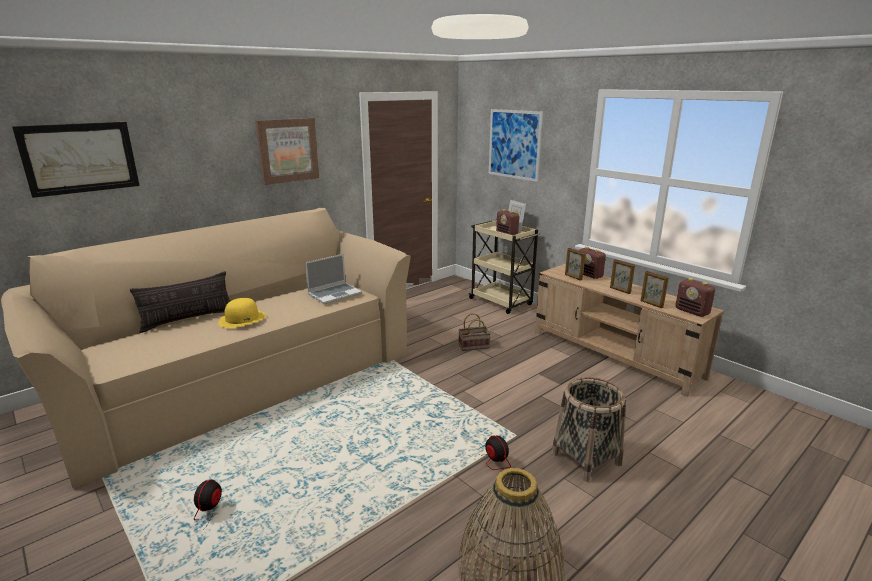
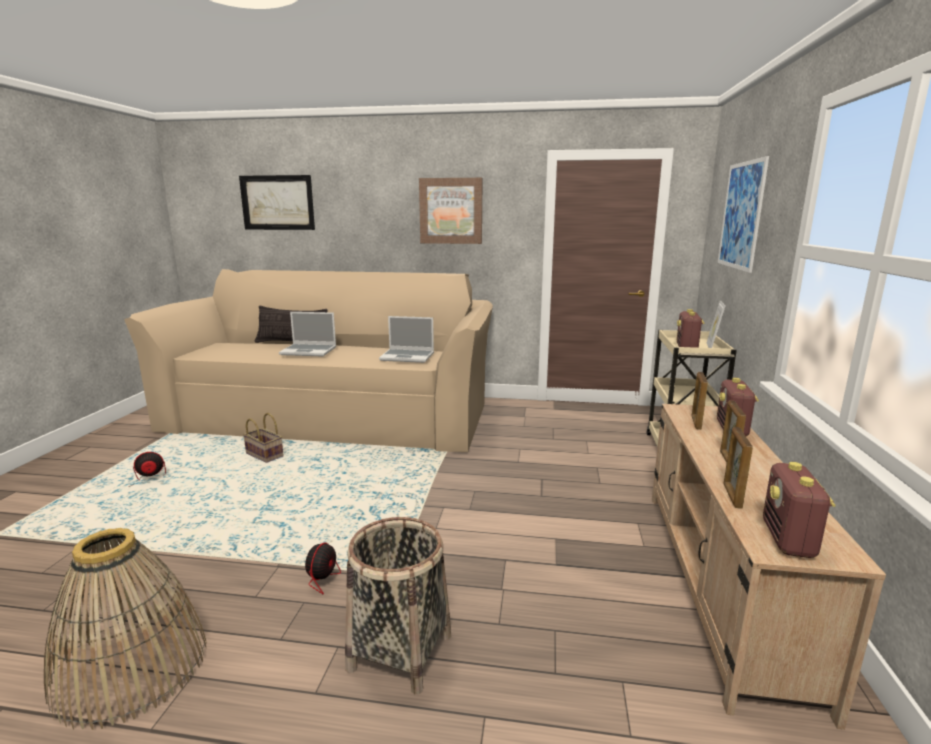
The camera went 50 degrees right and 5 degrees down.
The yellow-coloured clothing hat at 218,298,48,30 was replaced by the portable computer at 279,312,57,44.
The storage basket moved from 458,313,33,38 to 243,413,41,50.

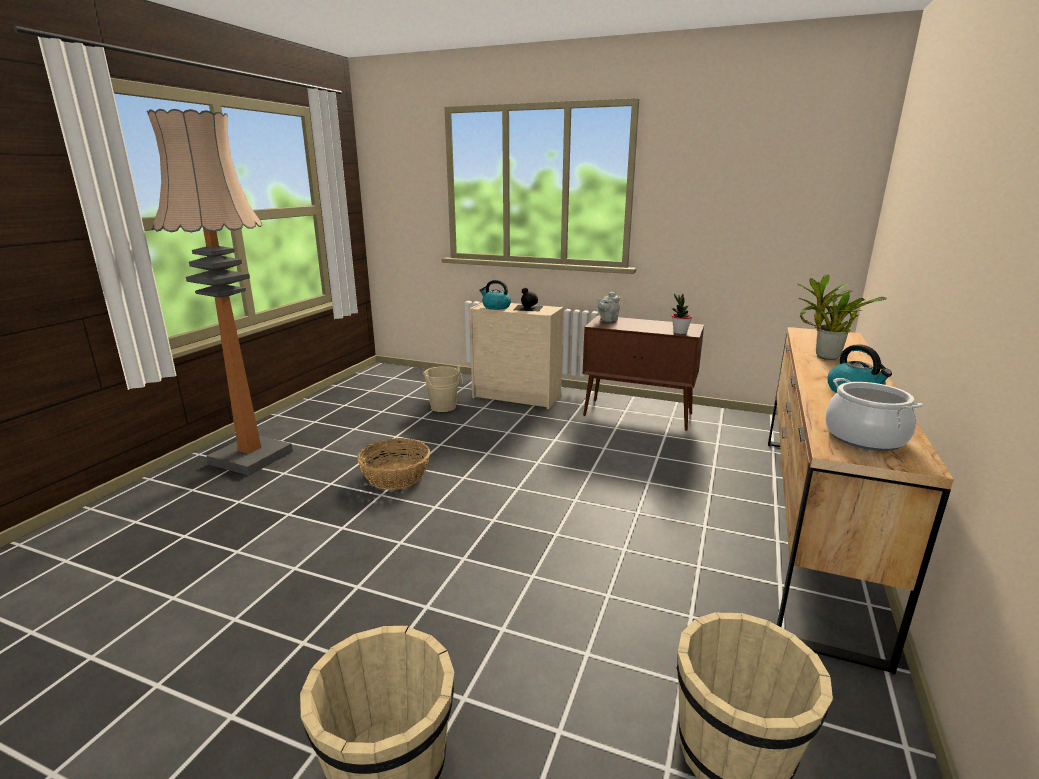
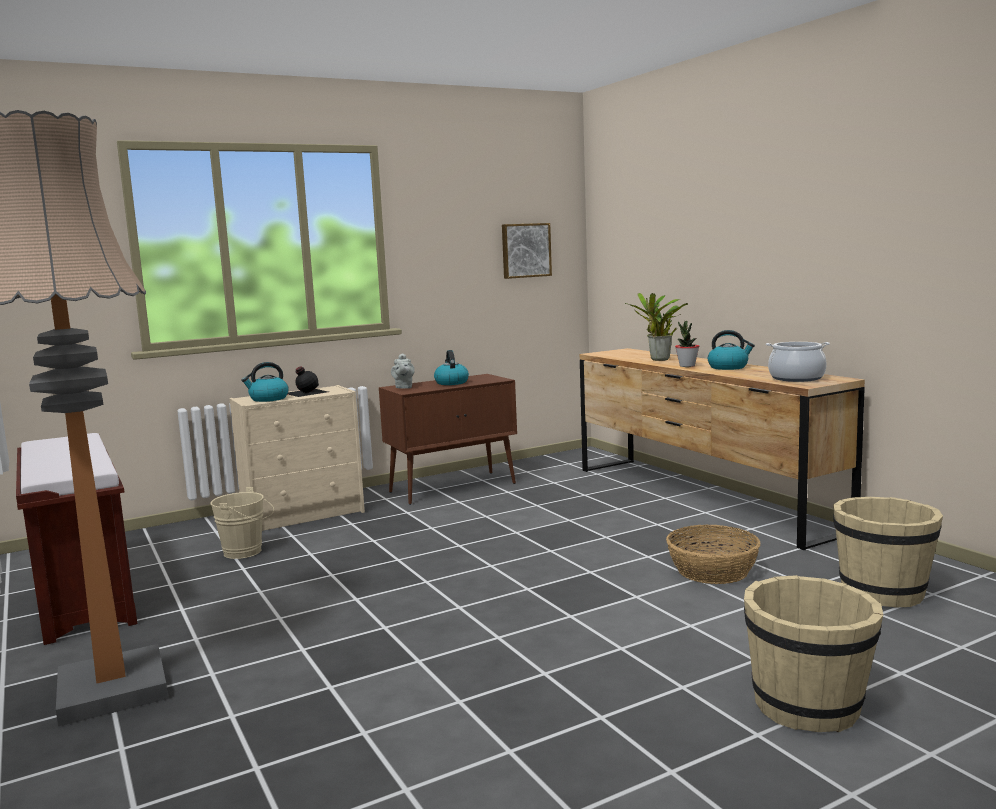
The camera went 50 degrees left and 10 degrees down.
The plant in a pot moved from 672,294,20,40 to 675,321,24,46.
The storage basket moved from 357,438,73,52 to 666,524,95,60.
The picture at 502,223,50,56 appeared.
The tea kettle at 434,350,35,35 appeared.
The brownish long seat at 16,433,121,212 appeared.

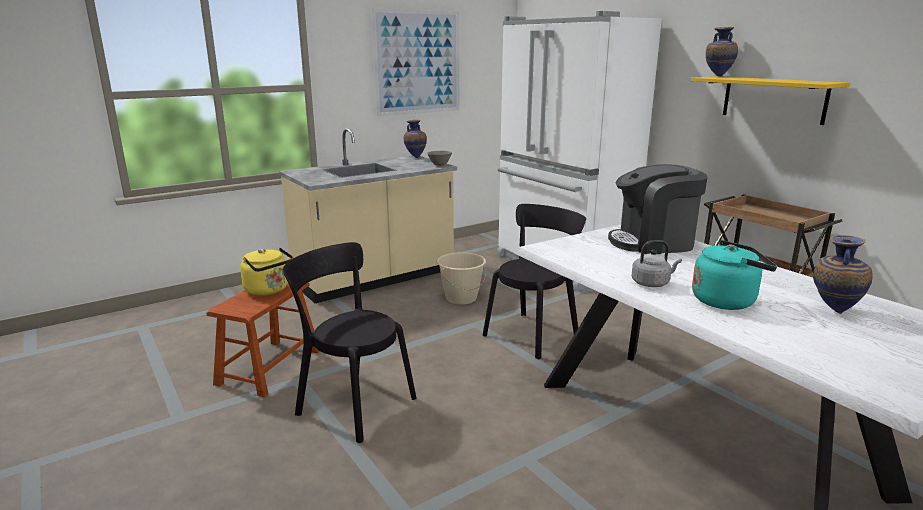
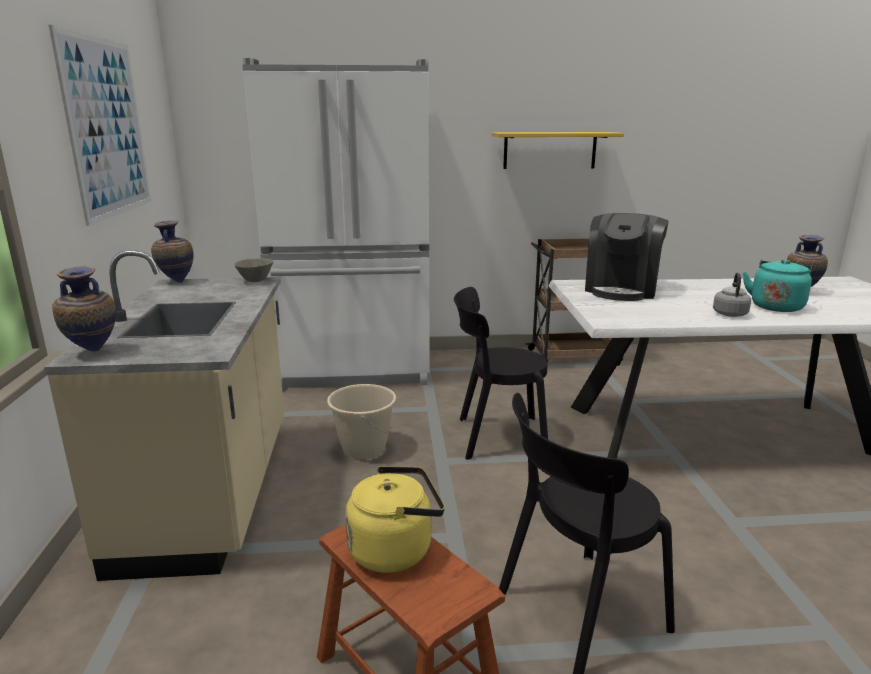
The camera went 60 degrees left and 0 degrees up.
The flower vase moved from 706,27,32,50 to 52,266,64,85.
The blackish chair at 483,204,103,155 turned 75 degrees counterclockwise.

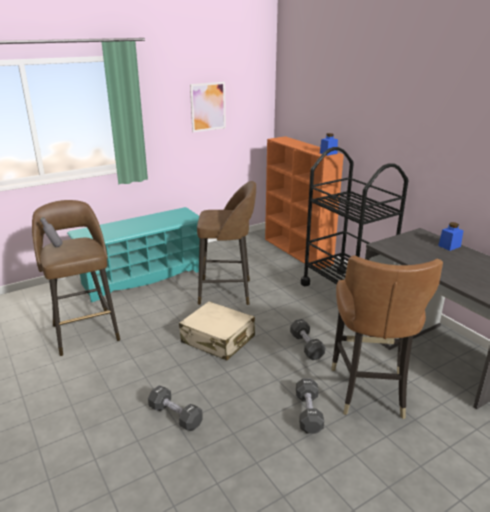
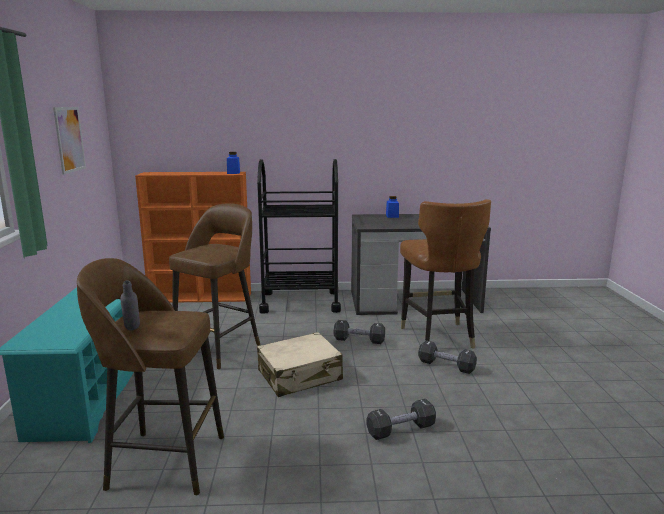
The camera went 60 degrees left and 10 degrees down.
The brownish chair at 331,256,112,163 turned 45 degrees clockwise.

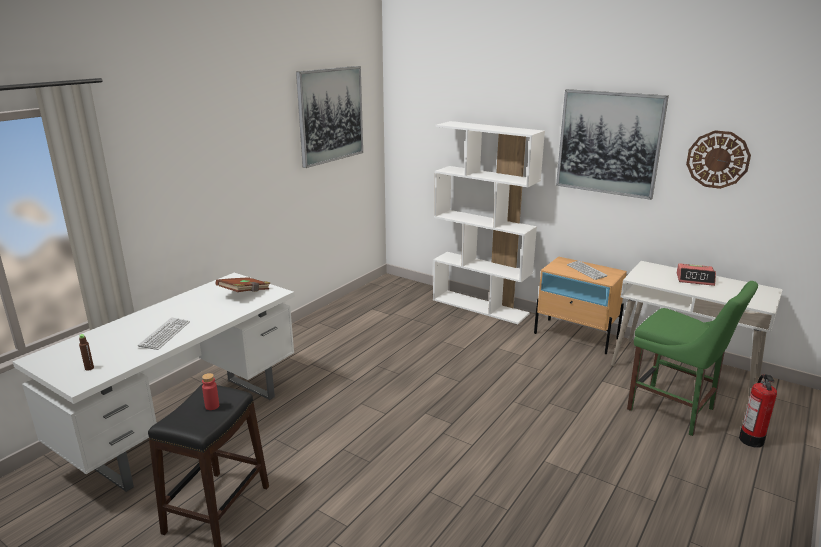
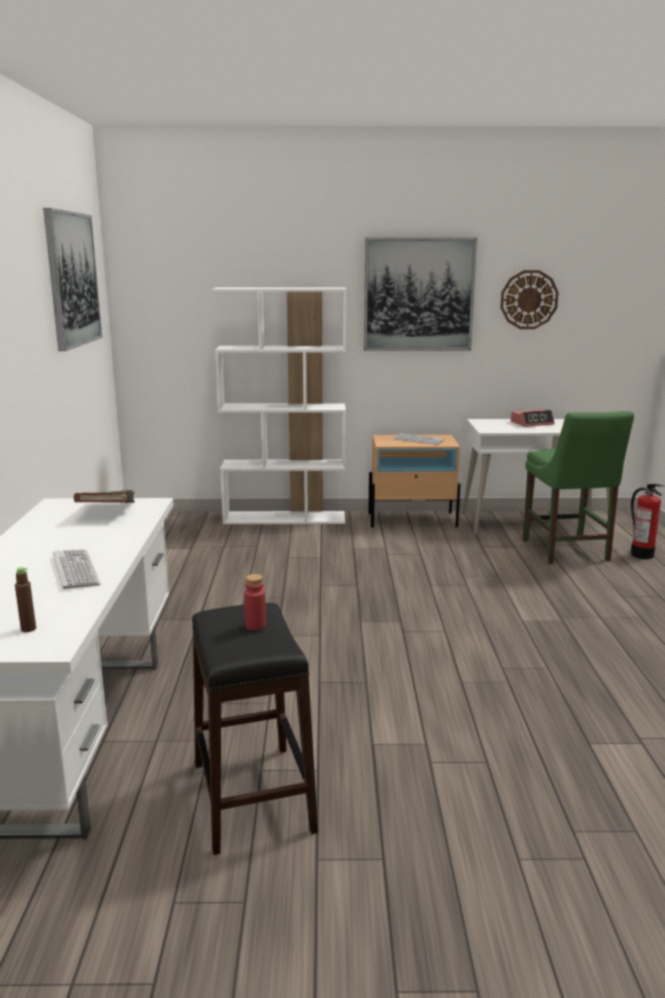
The camera went 35 degrees left and 5 degrees down.
The green chair at 627,281,131,155 turned 75 degrees clockwise.

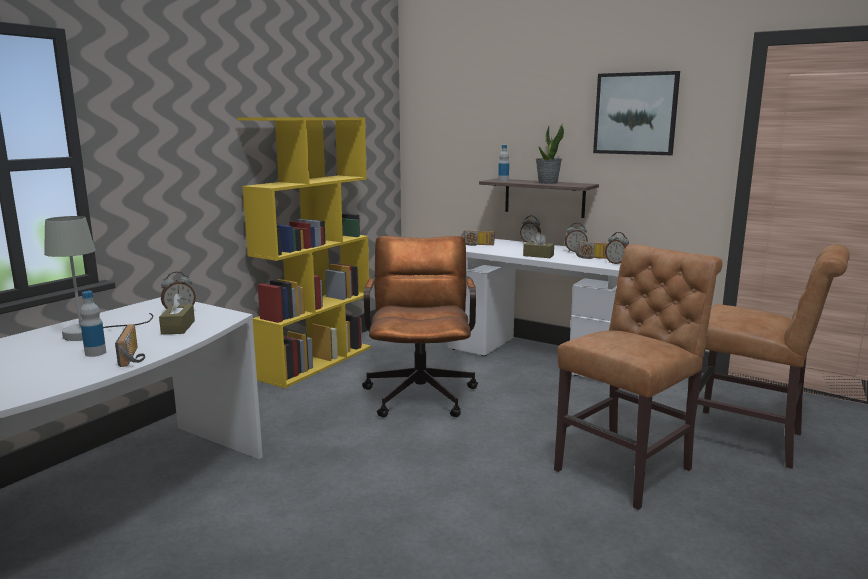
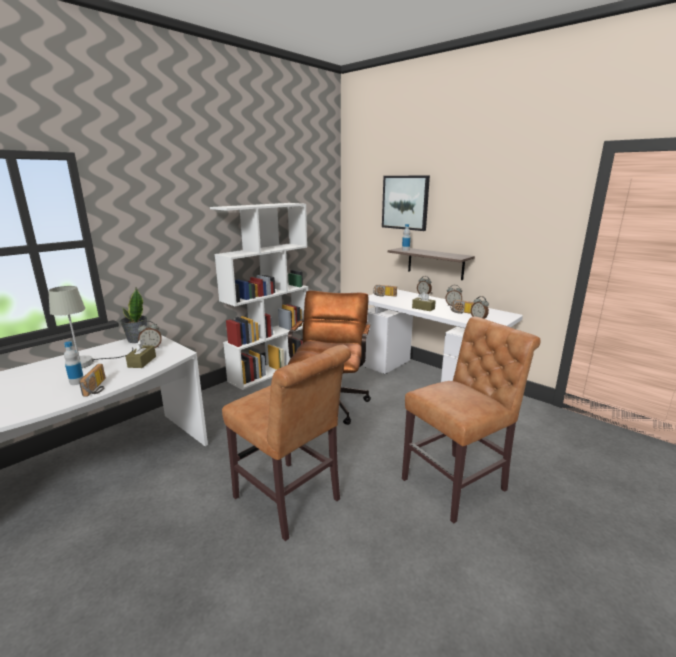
The camera went 10 degrees right and 5 degrees up.
The picture moved from 593,71,87,84 to 382,176,48,55.
The yellow-coloured bookshelf at 237,117,134,271 became the white-coloured bookshelf at 210,203,98,187.
The plant in a pot moved from 536,124,28,60 to 120,287,27,56.
The brownish chair moved from 695,244,155,225 to 222,345,129,196.

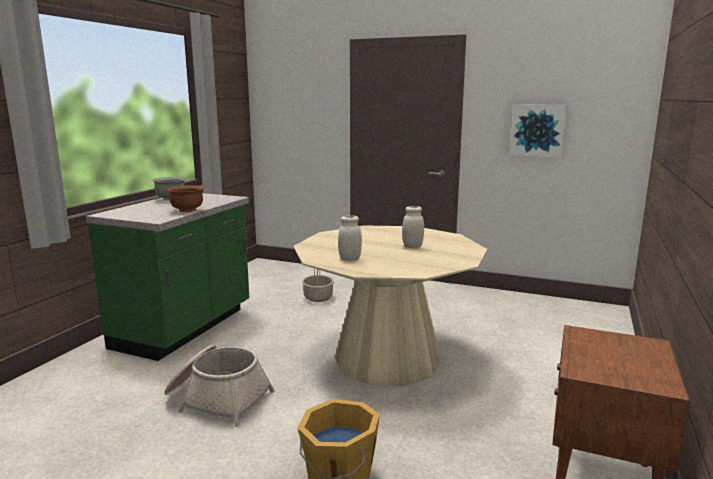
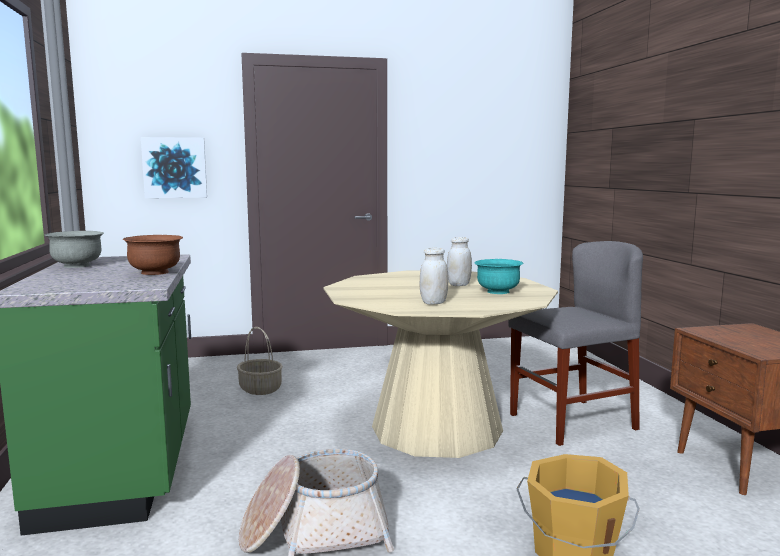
The camera went 35 degrees left and 5 degrees down.
The picture moved from 510,104,58,54 to 141,137,66,61.
The greyish chair at 508,241,135,205 appeared.
The turquoise-coloured serving bowl at 474,259,49,35 appeared.

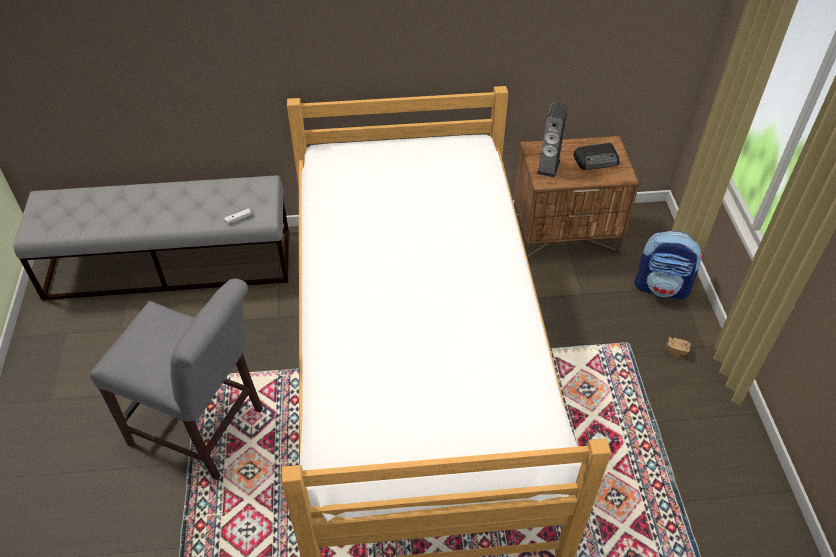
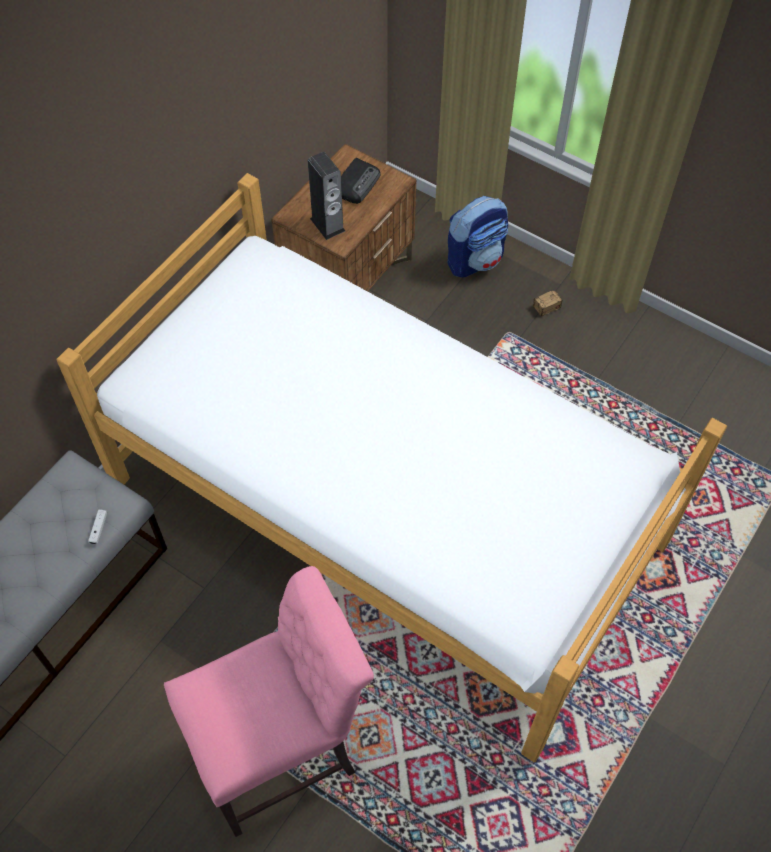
The camera went 50 degrees left and 10 degrees up.
The greyish chair at 89,279,174,202 became the pink-coloured chair at 164,566,210,271.

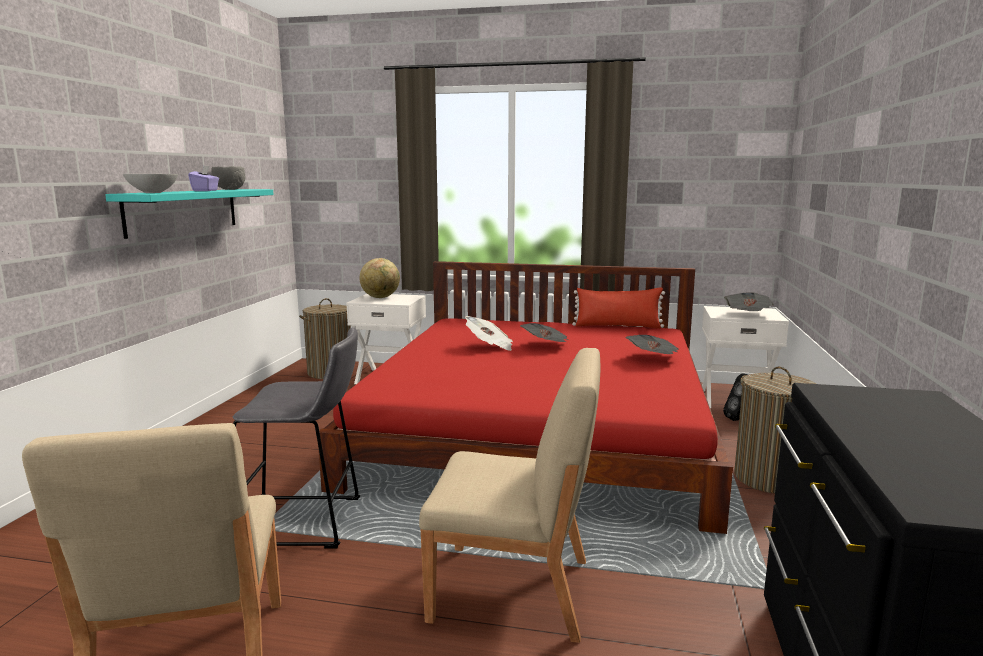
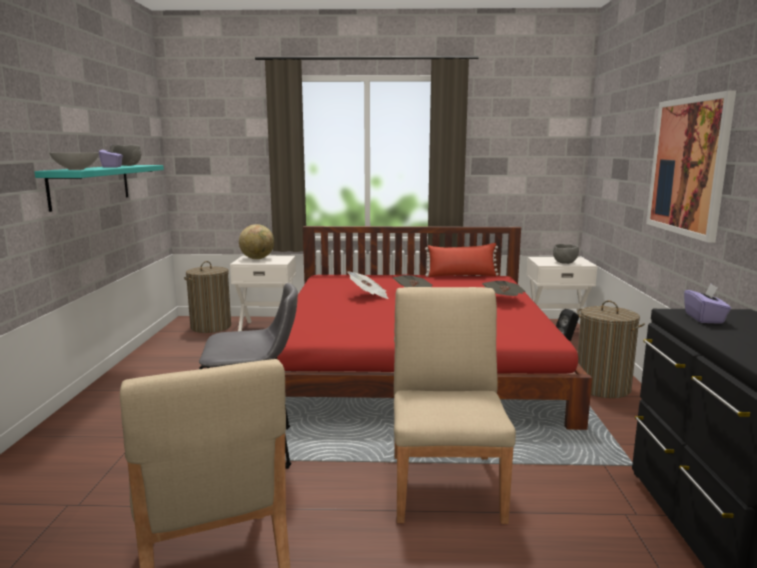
The camera went 10 degrees left and 0 degrees up.
The printed paper at 724,292,50,19 was replaced by the greyish serving bowl at 553,244,26,20.
The beige-coloured chair at 419,348,181,295 turned 90 degrees counterclockwise.
The picture at 646,90,90,153 appeared.
The purple box of tissues at 684,284,47,40 appeared.

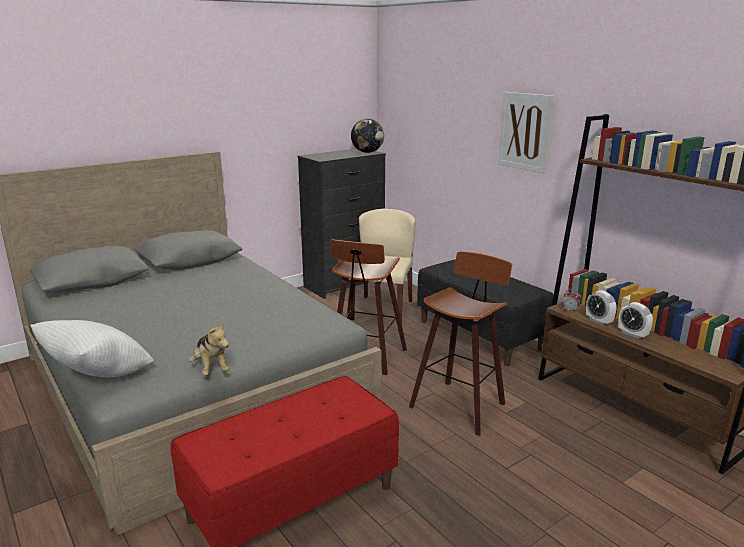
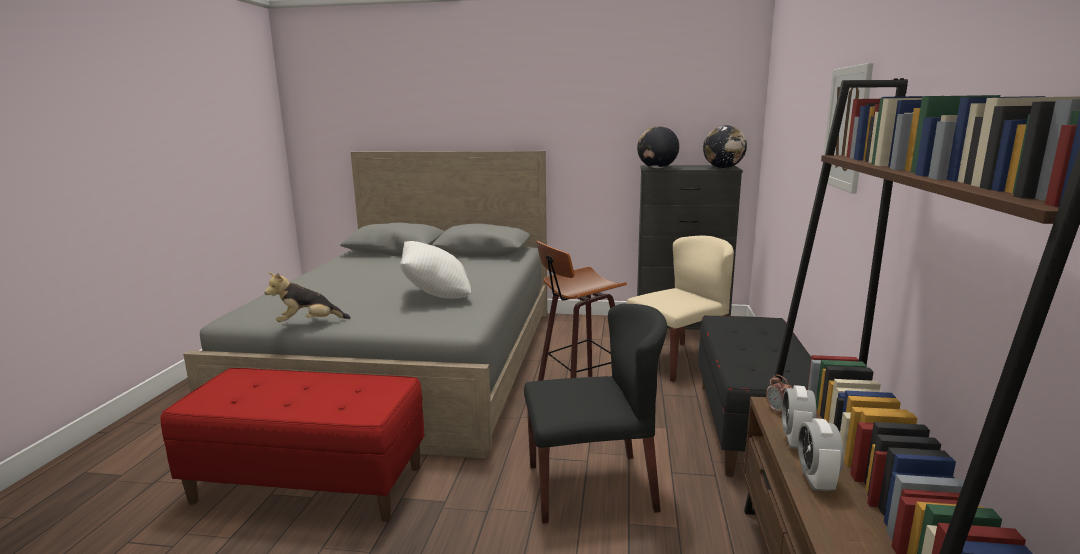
The camera went 45 degrees right and 5 degrees down.
The stool at 409,251,103,185 was replaced by the blackish chair at 524,304,143,220.
The white-coloured throw pillow moved from 30,320,123,57 to 400,241,71,57.
The soft toy at 189,321,40,54 turned 60 degrees clockwise.
The desk globe at 637,126,42,42 appeared.

